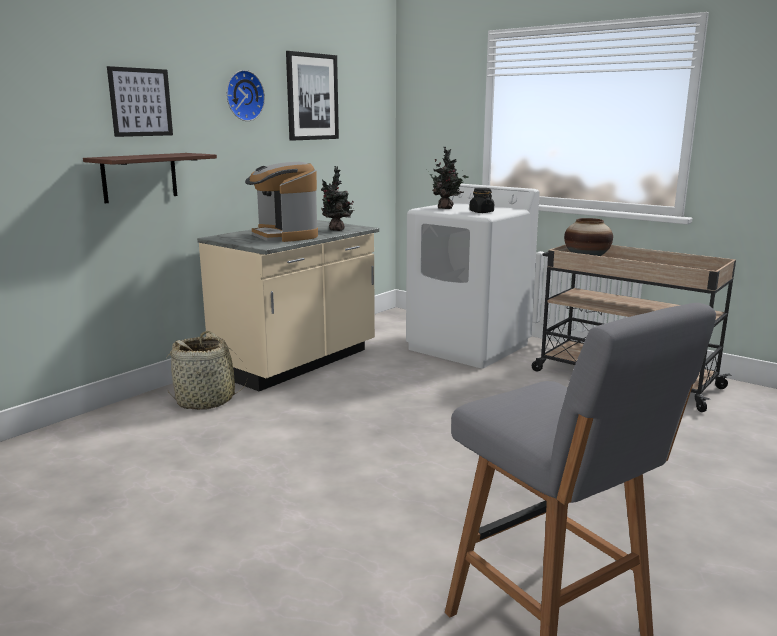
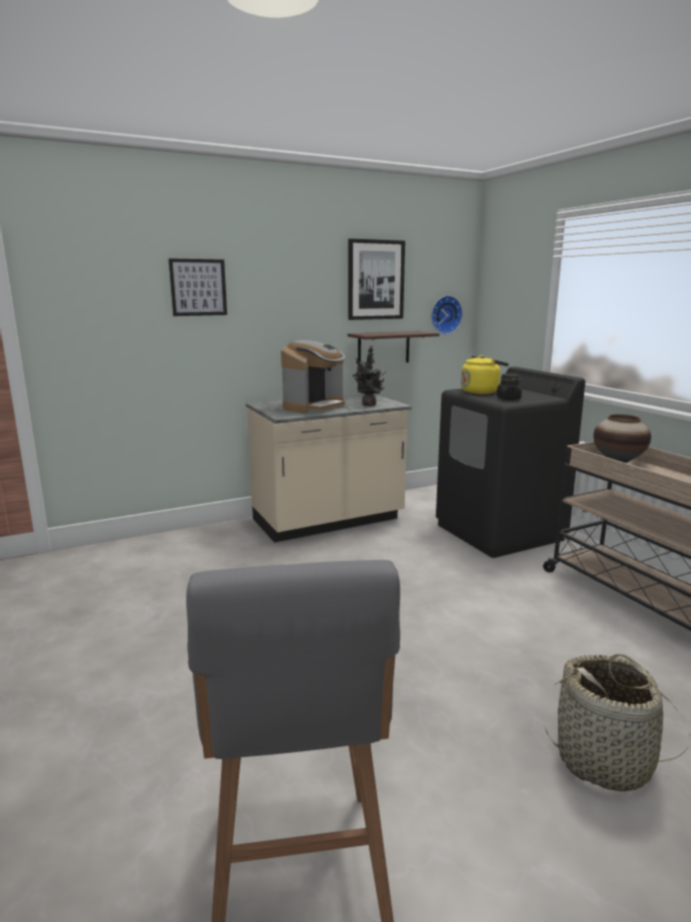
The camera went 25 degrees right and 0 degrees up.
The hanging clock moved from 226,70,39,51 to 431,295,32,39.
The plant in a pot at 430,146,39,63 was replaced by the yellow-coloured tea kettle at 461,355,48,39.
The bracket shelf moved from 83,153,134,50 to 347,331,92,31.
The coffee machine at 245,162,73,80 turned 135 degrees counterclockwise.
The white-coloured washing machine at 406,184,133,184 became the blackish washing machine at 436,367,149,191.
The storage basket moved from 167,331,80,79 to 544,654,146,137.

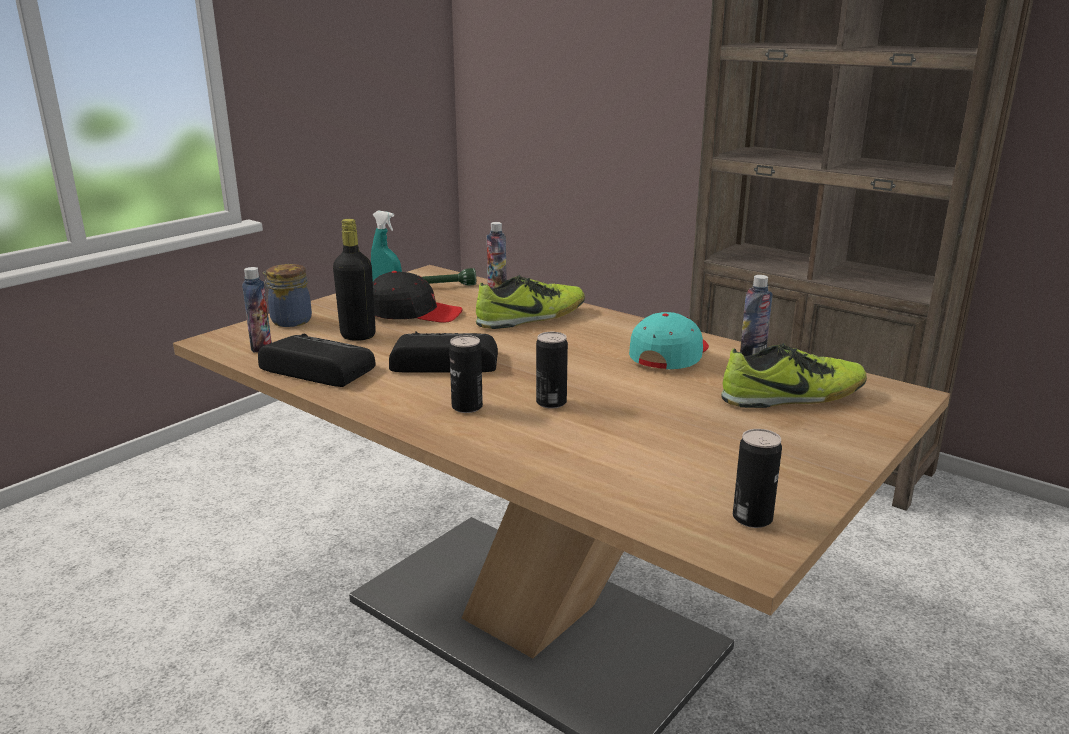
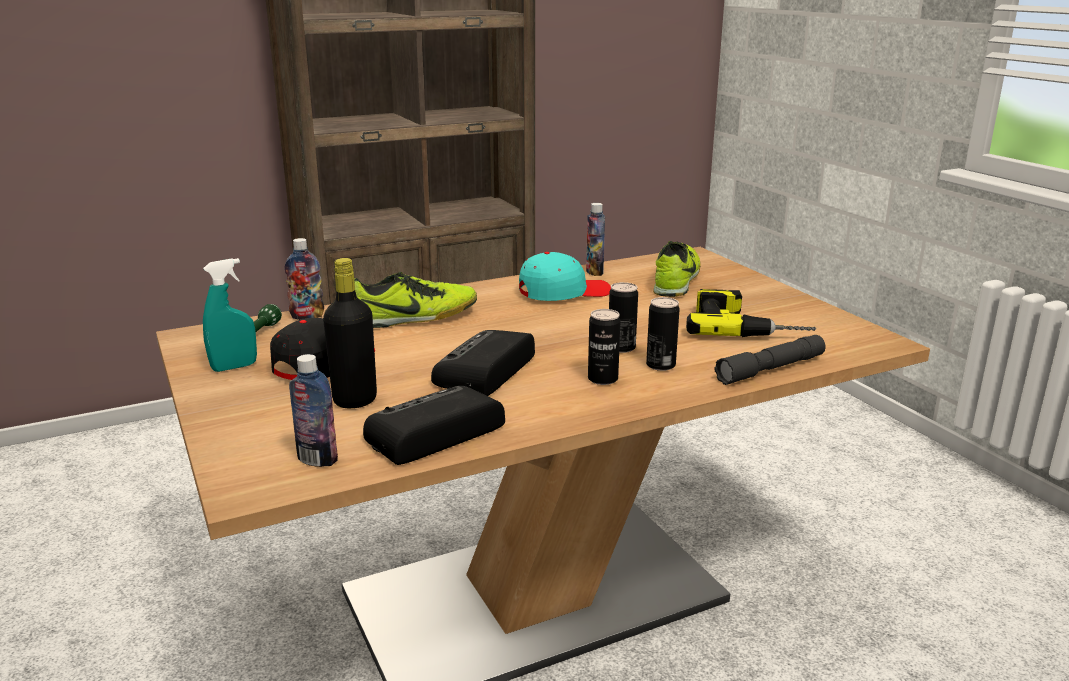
The camera went 65 degrees left and 0 degrees up.
The jar at 263,264,49,63 disappeared.
The shoe at 476,275,109,54 turned 75 degrees clockwise.
The turquoise-coloured peaked cap at 629,312,80,57 turned 105 degrees clockwise.
The can moved from 733,429,49,99 to 646,297,34,74.
The electric drill at 686,289,130,48 appeared.
The greyish torch at 714,335,111,50 appeared.

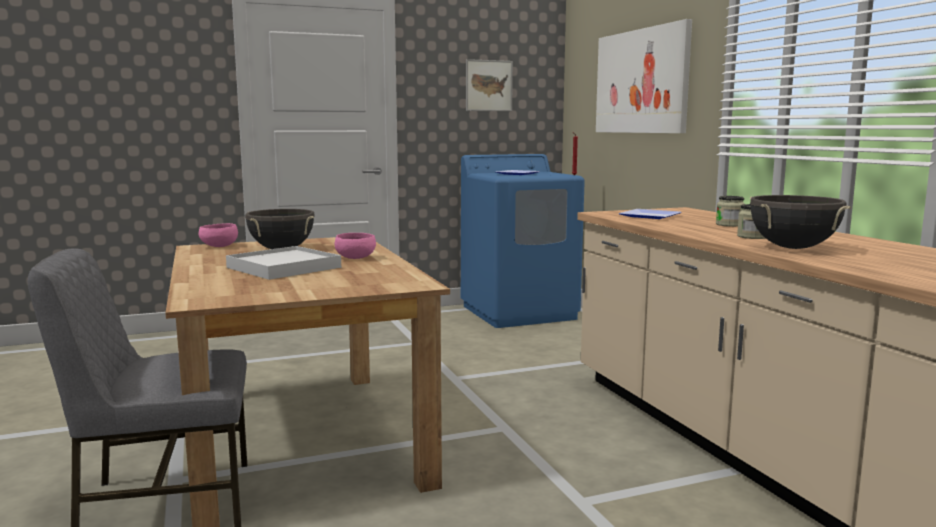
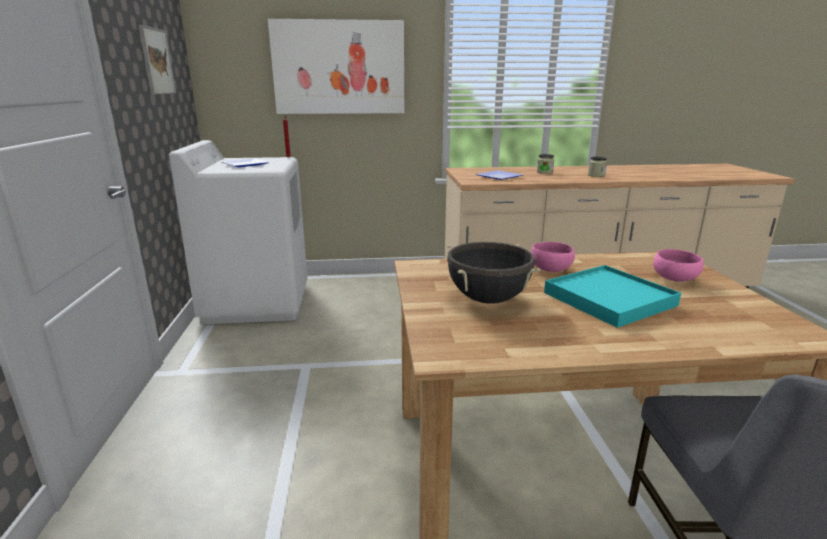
The camera went 75 degrees left and 10 degrees up.
The blue washing machine at 461,154,124,174 became the white-coloured washing machine at 169,140,139,184.
The blackish saucepot at 750,195,101,54 disappeared.
The pink-coloured serving bowl moved from 199,223,39,24 to 653,249,51,33.
The white-coloured carrying tray at 226,246,115,34 became the turquoise-coloured carrying tray at 544,265,137,63.

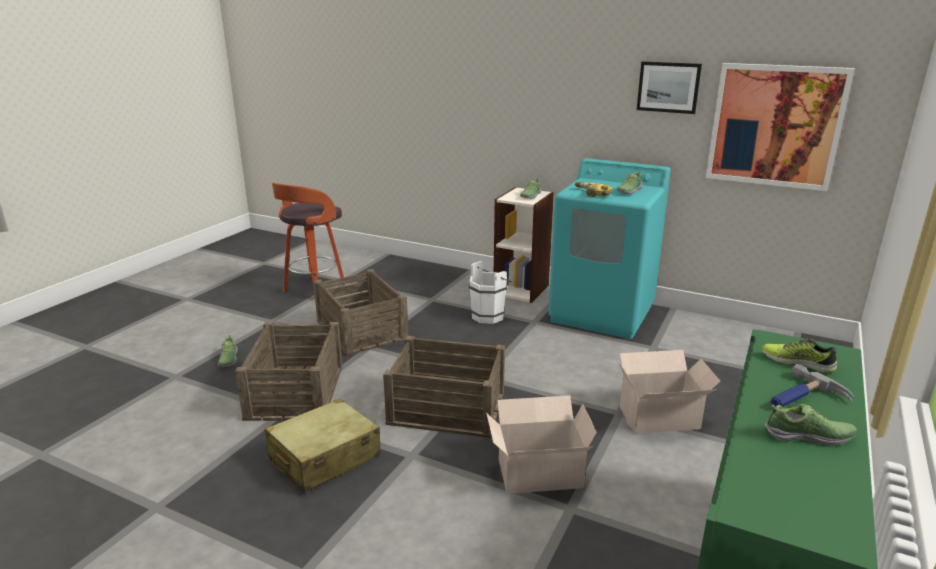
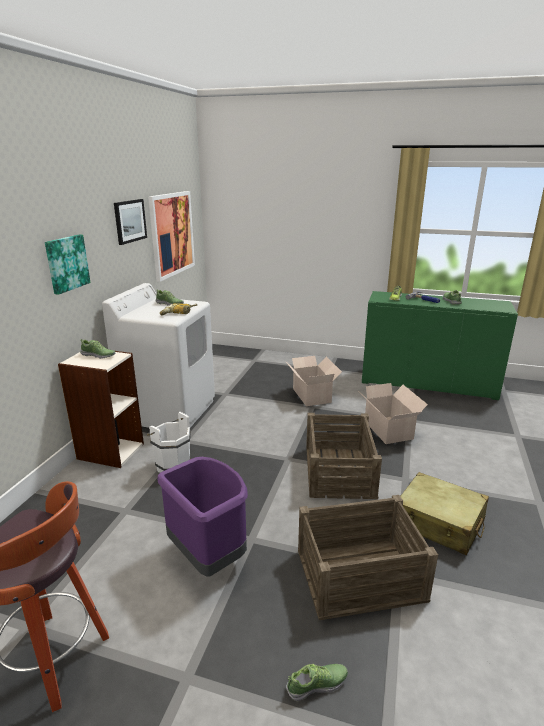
The camera went 100 degrees left and 0 degrees up.
The turquoise-coloured washing machine at 549,158,122,181 became the white-coloured washing machine at 102,283,113,145.
The crate at 313,269,95,87 was replaced by the purple rubbish bin at 157,457,91,120.
The picture at 45,235,46,60 appeared.

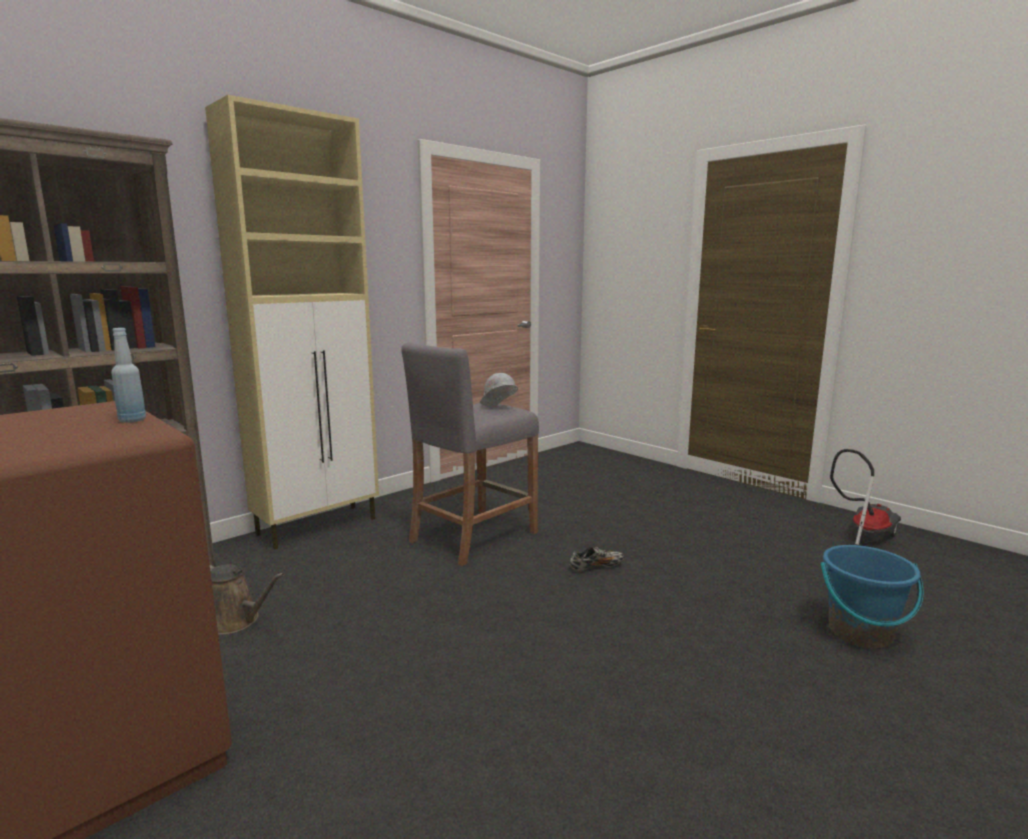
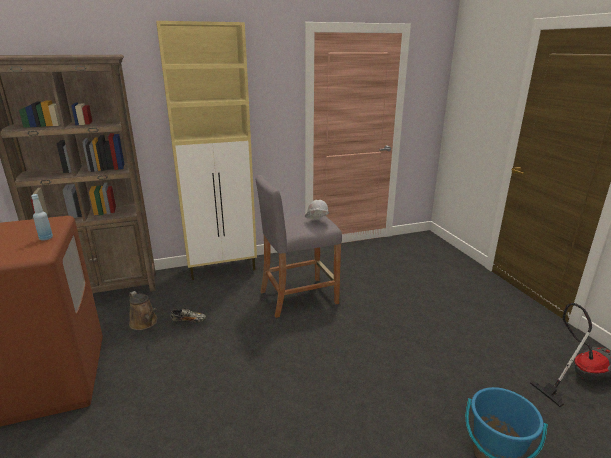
The camera went 25 degrees right and 10 degrees up.
The shoe moved from 570,546,55,26 to 171,308,35,15.

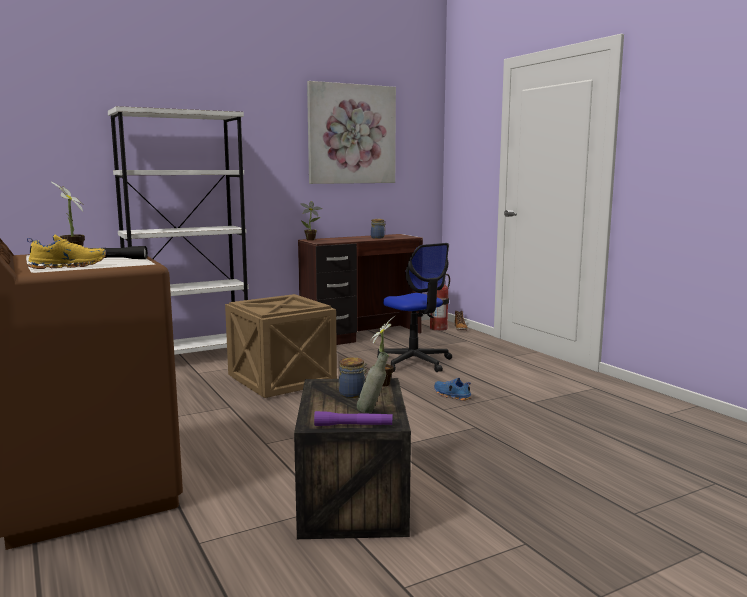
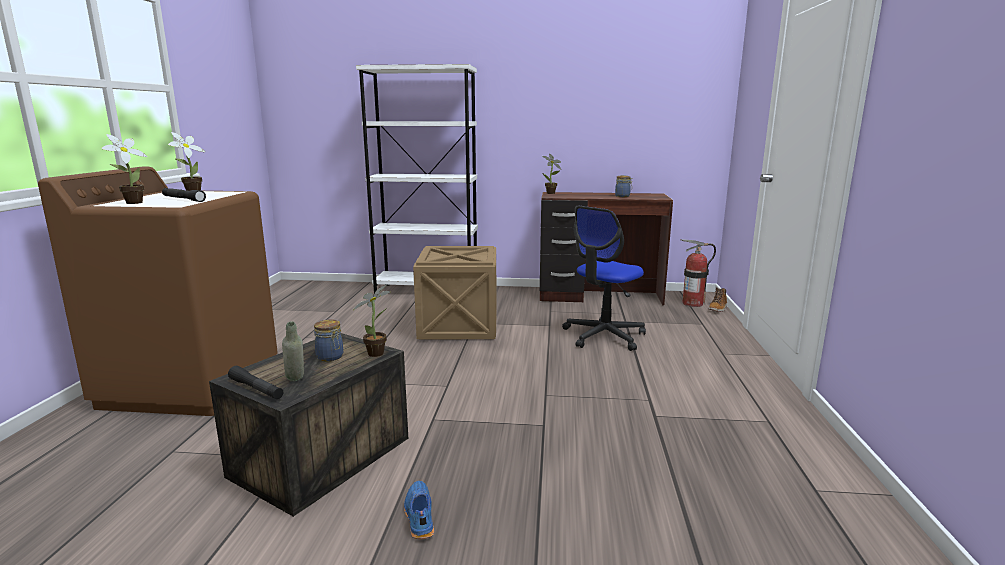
The camera went 35 degrees right and 5 degrees up.
The picture at 307,81,89,103 disappeared.
The yellow-coloured shoe at 27,234,79,35 was replaced by the plant in a pot at 101,134,46,70.
The office chair at 377,243,75,129 turned 45 degrees clockwise.
The blue shoe moved from 434,377,38,24 to 404,481,30,58.
The purple torch at 314,411,78,15 became the blackish torch at 228,366,55,33.

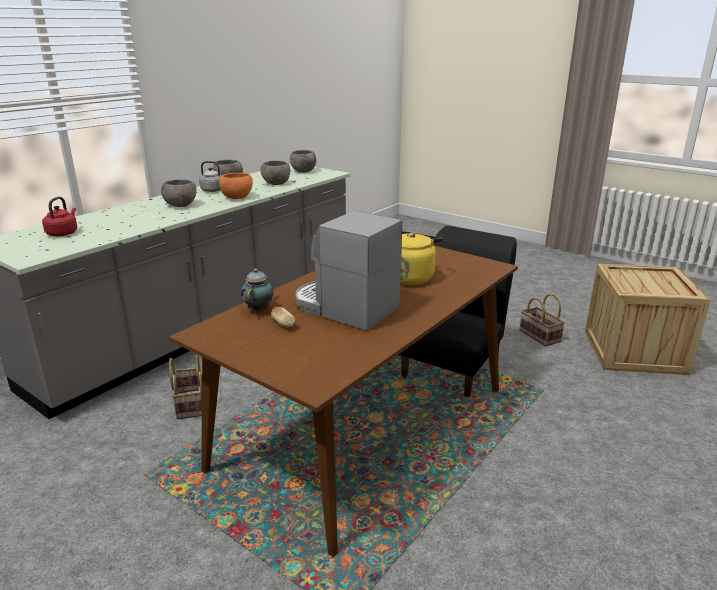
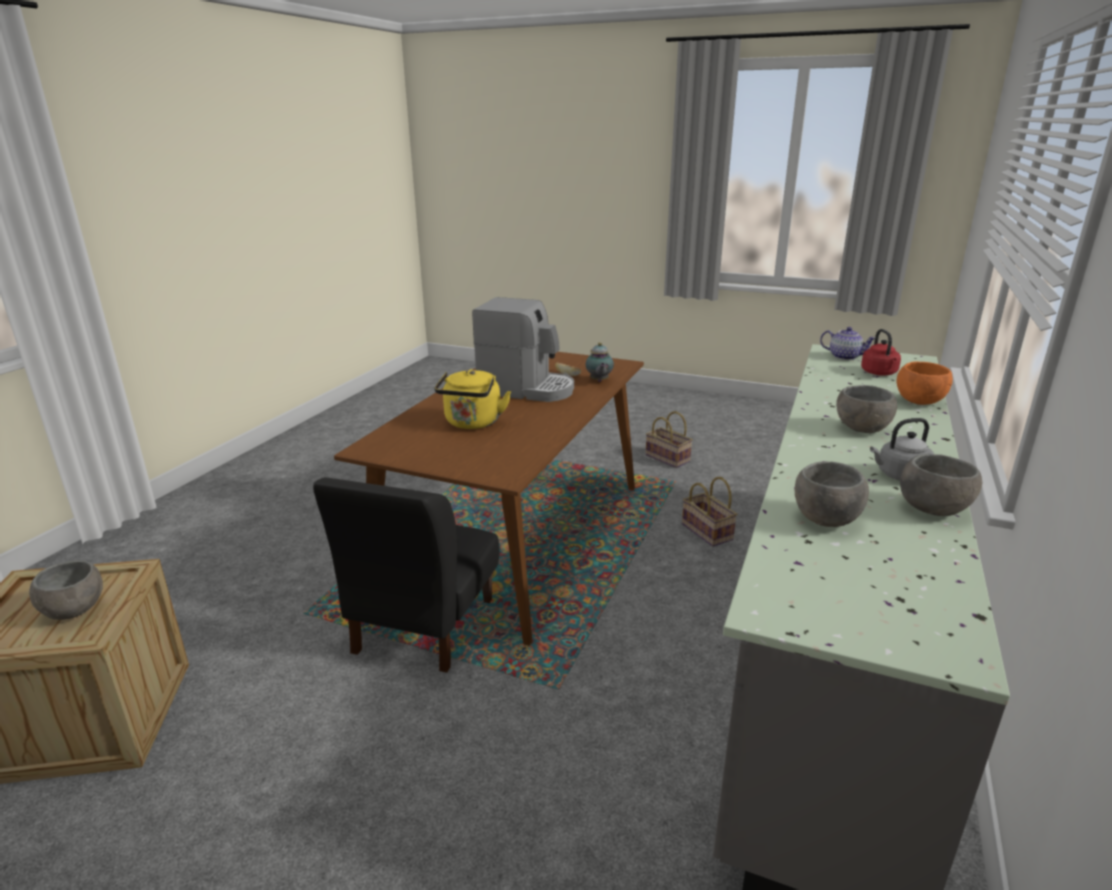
The camera went 165 degrees right and 0 degrees up.
The greyish serving bowl moved from 290,150,26,23 to 29,560,74,60.
The orange serving bowl moved from 219,173,34,26 to 896,361,57,44.
The storage basket moved from 520,294,45,53 to 645,411,48,57.
The tea pot at 820,327,55,33 appeared.

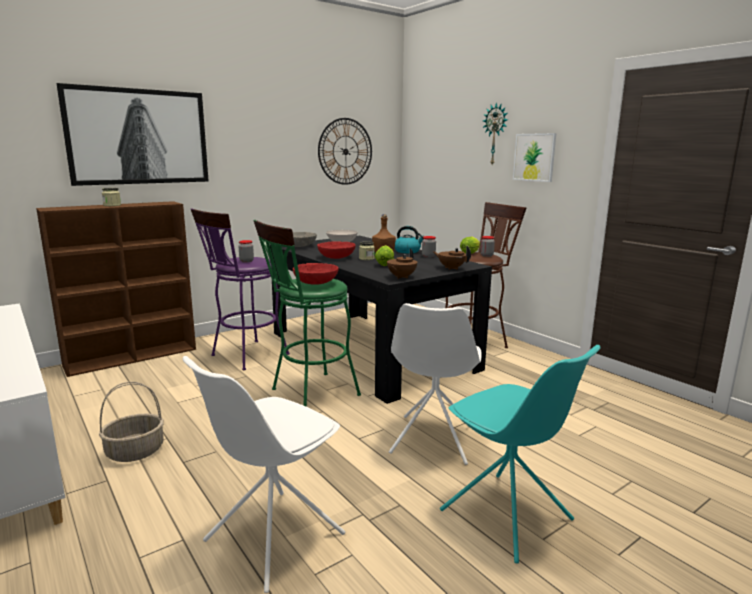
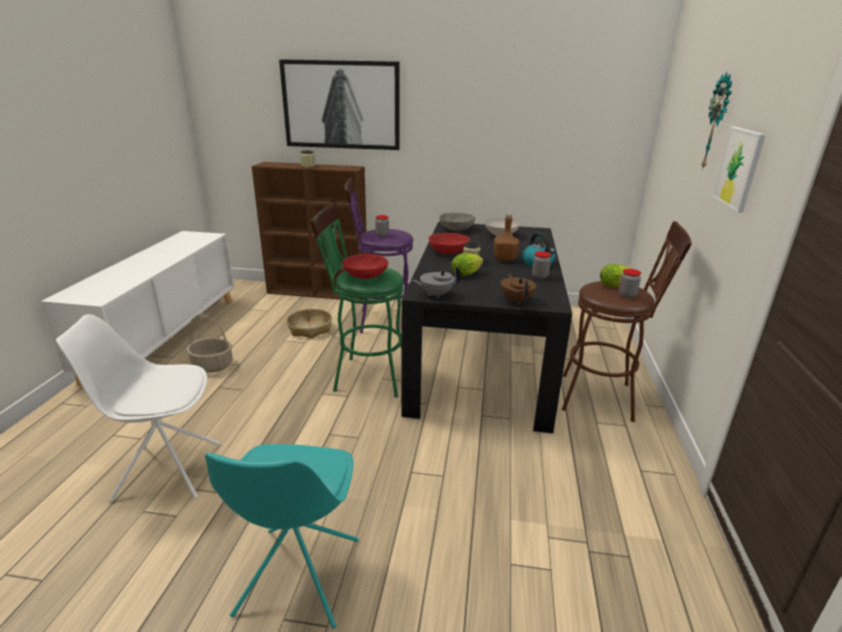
The camera went 45 degrees right and 10 degrees up.
The hanging clock at 318,118,54,67 disappeared.
The brownish tea pot at 387,249,30,30 became the greyish tea pot at 411,265,50,33.
The white-coloured chair at 389,303,93,162 disappeared.
The storage basket at 286,309,46,30 appeared.

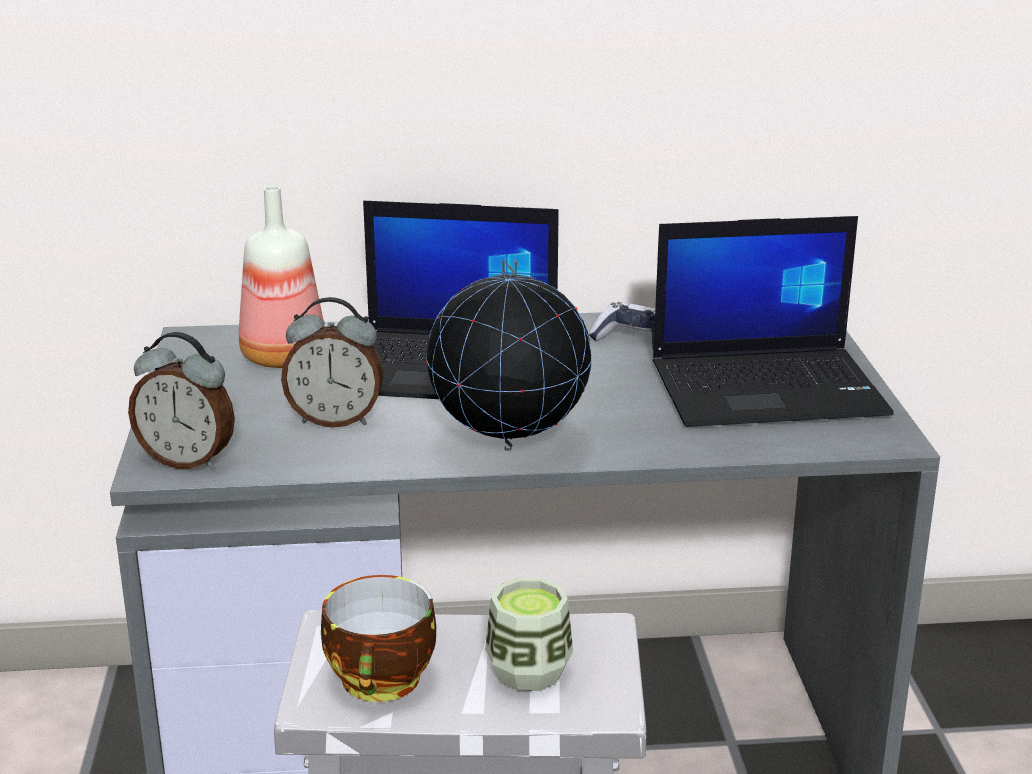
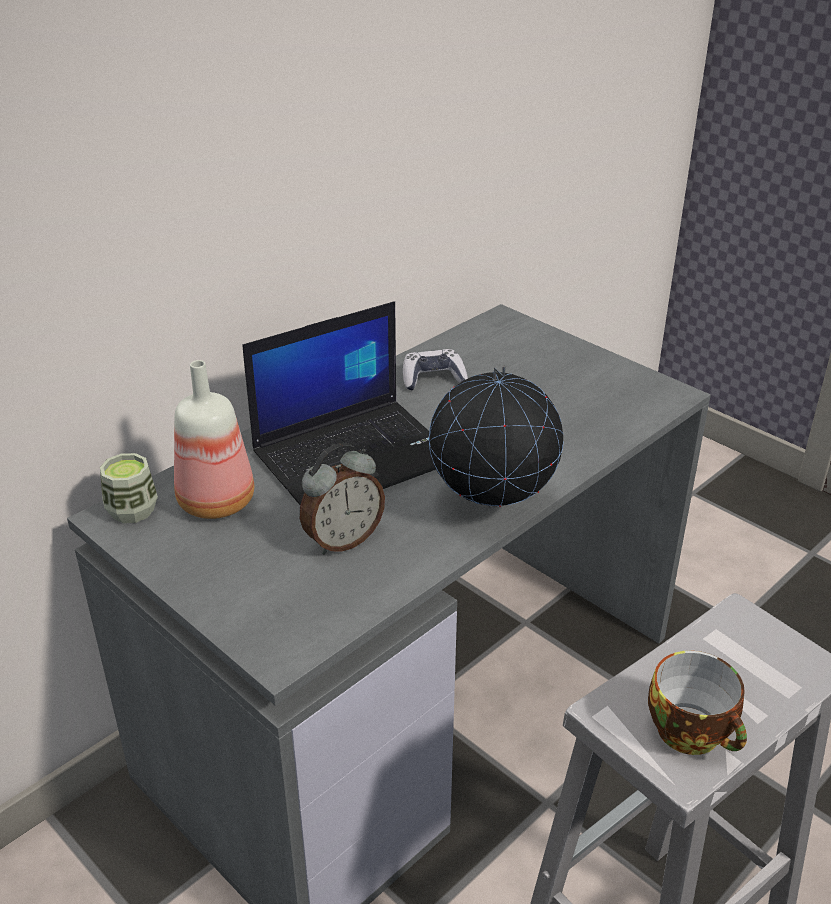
The camera went 40 degrees left and 10 degrees up.
The portable computer at 653,216,241,211 disappeared.
The alarm clock at 128,332,107,138 disappeared.
The drinking cup moved from 485,578,88,113 to 100,453,58,70.

